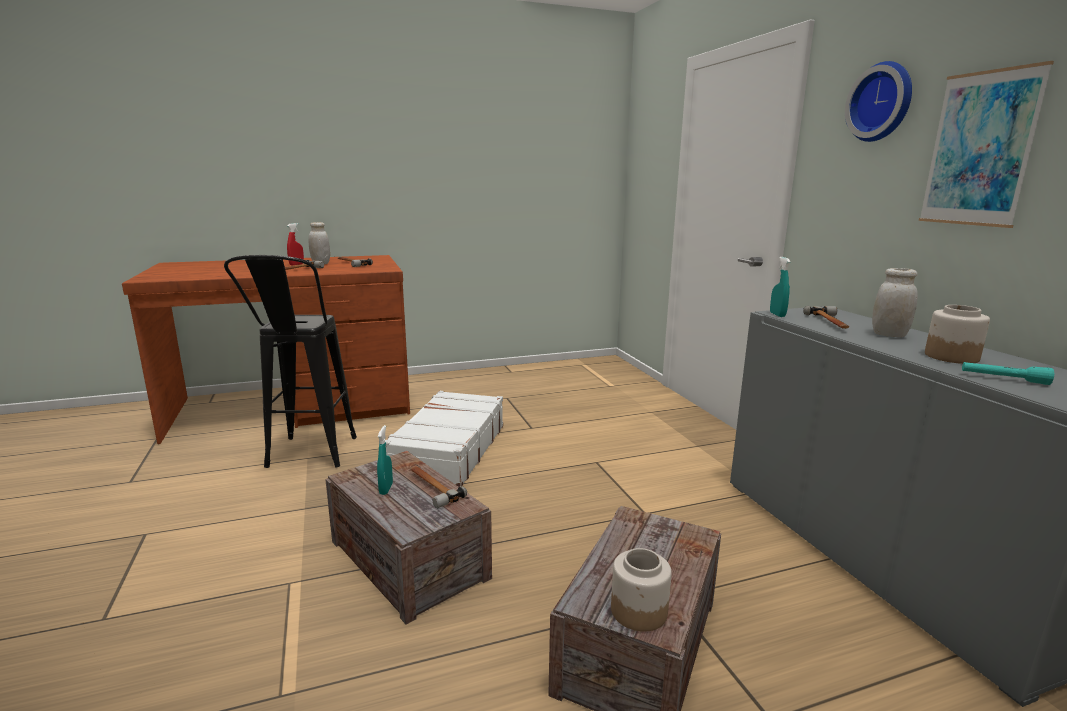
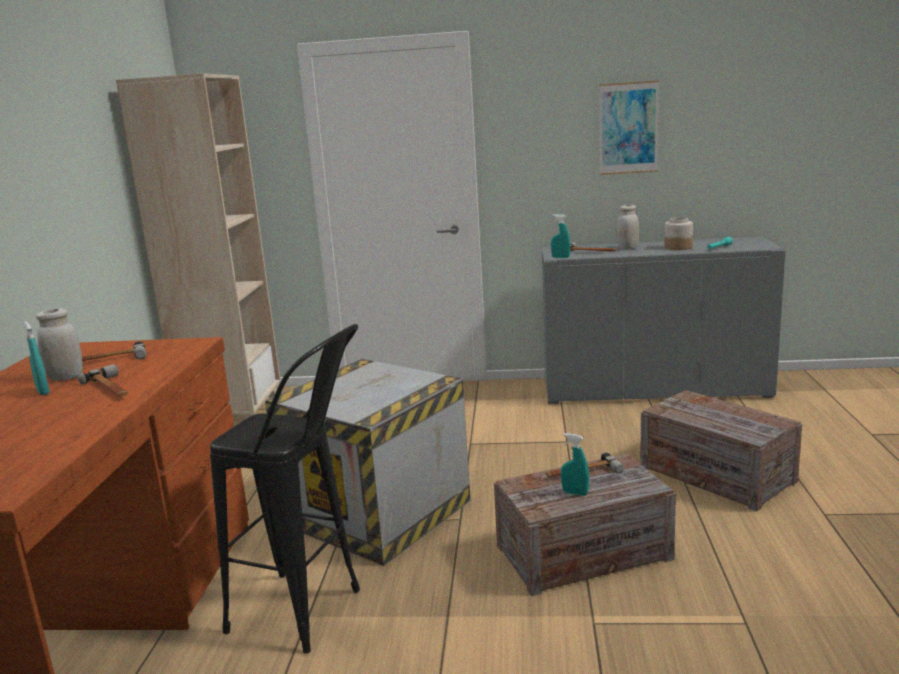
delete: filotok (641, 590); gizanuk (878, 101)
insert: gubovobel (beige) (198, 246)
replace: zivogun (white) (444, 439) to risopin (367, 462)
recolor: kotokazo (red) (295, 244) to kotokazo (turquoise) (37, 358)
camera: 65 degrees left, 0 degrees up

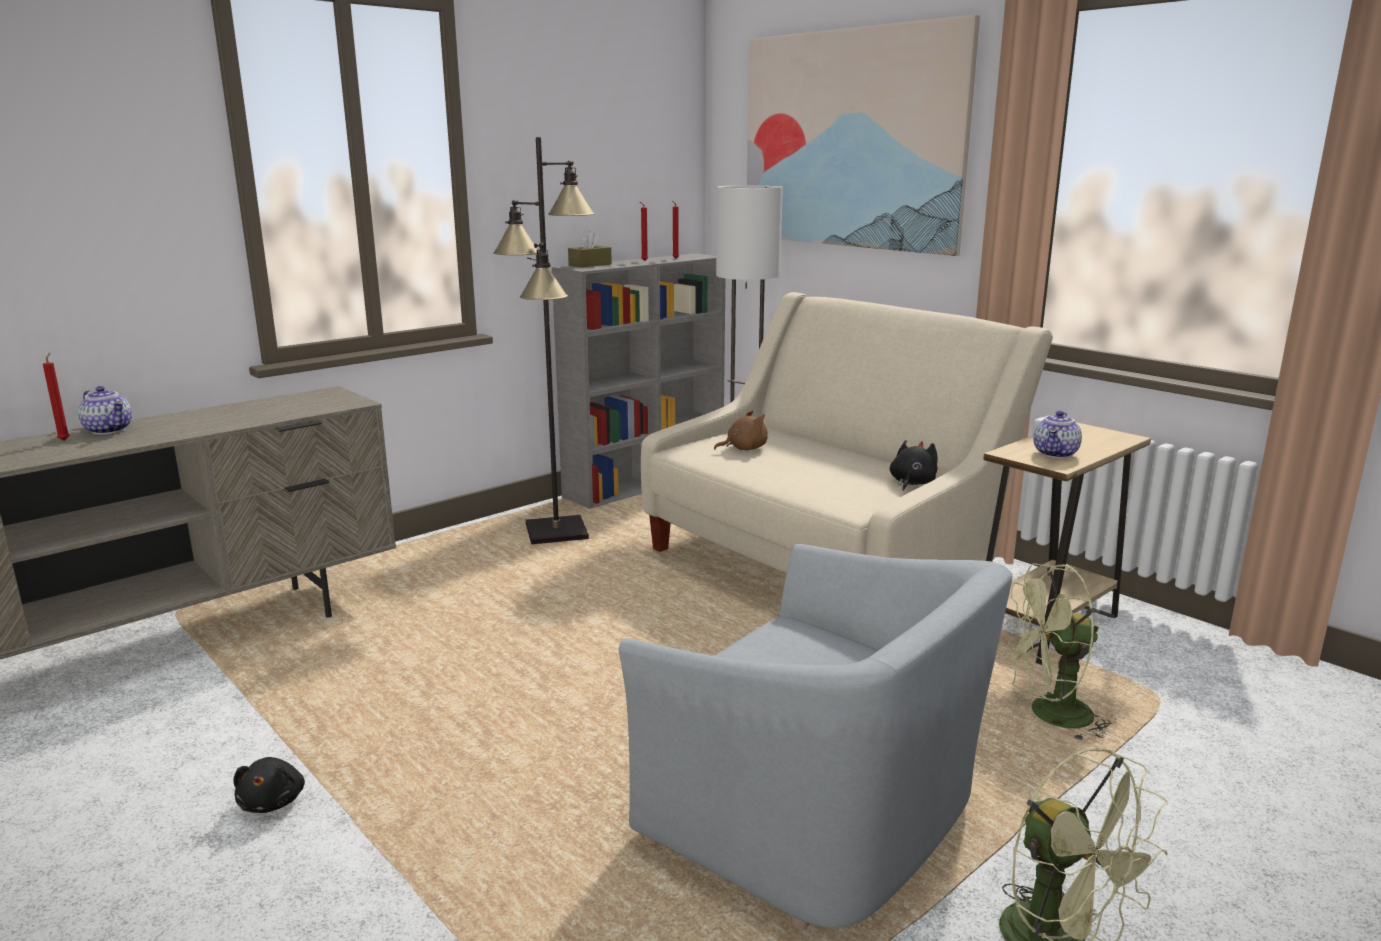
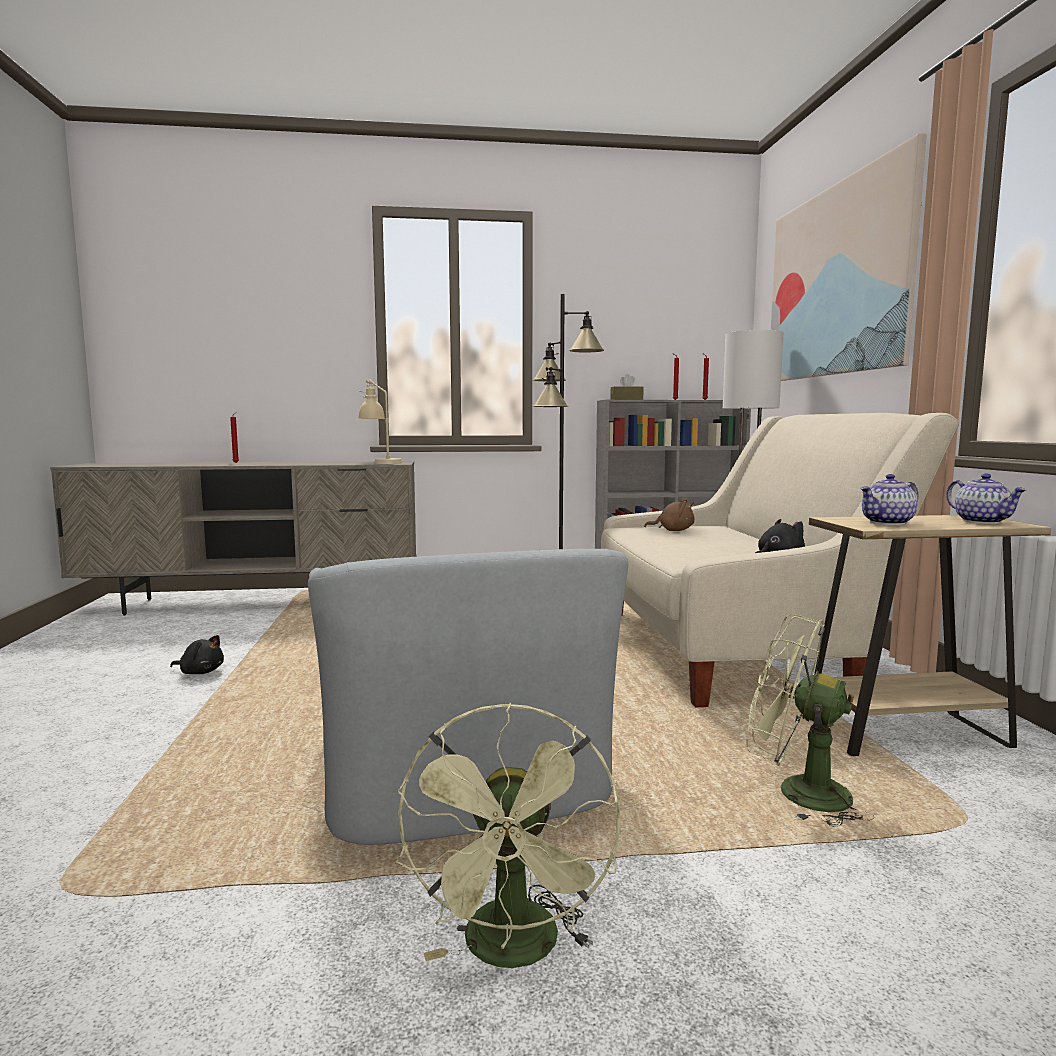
insert: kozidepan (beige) (380, 422)
move: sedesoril (105, 410) to (986, 499)
rotate: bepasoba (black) (269, 785) = (197, 654) 105 degrees counterclockwise
camera: 35 degrees right, 10 degrees down

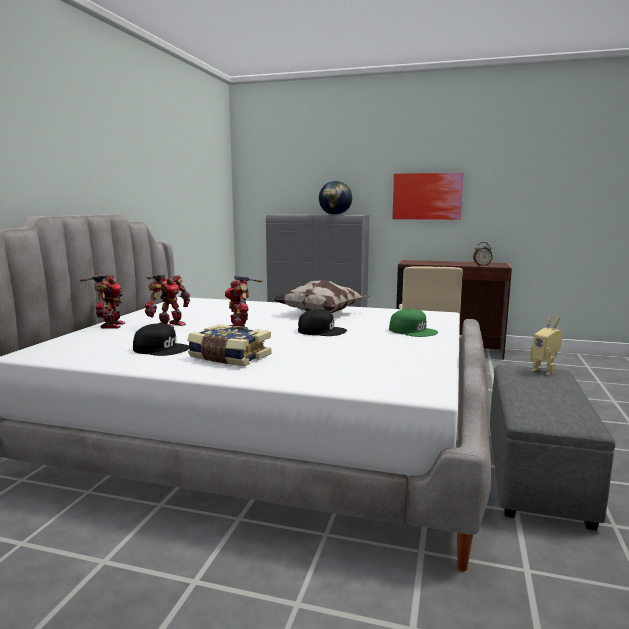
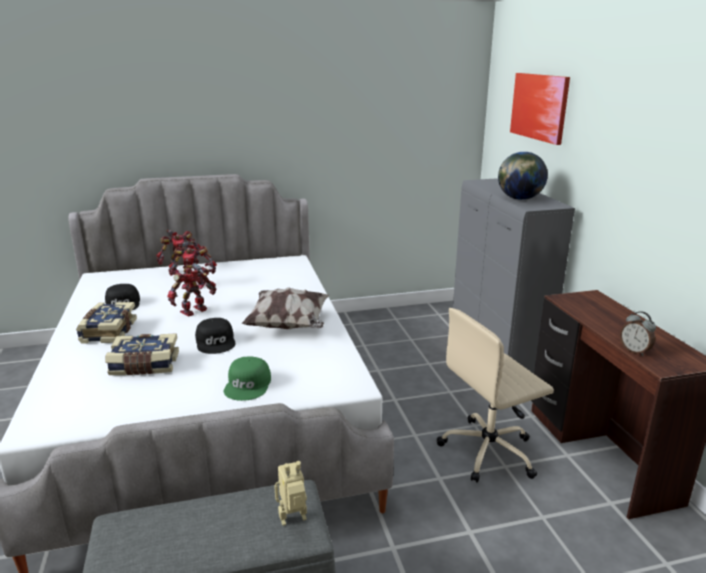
insert: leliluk (142, 354)
move: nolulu (427, 196) to (540, 109)
rotate: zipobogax (546, 345) = (290, 493) 45 degrees clockwise
camera: 60 degrees right, 10 degrees up

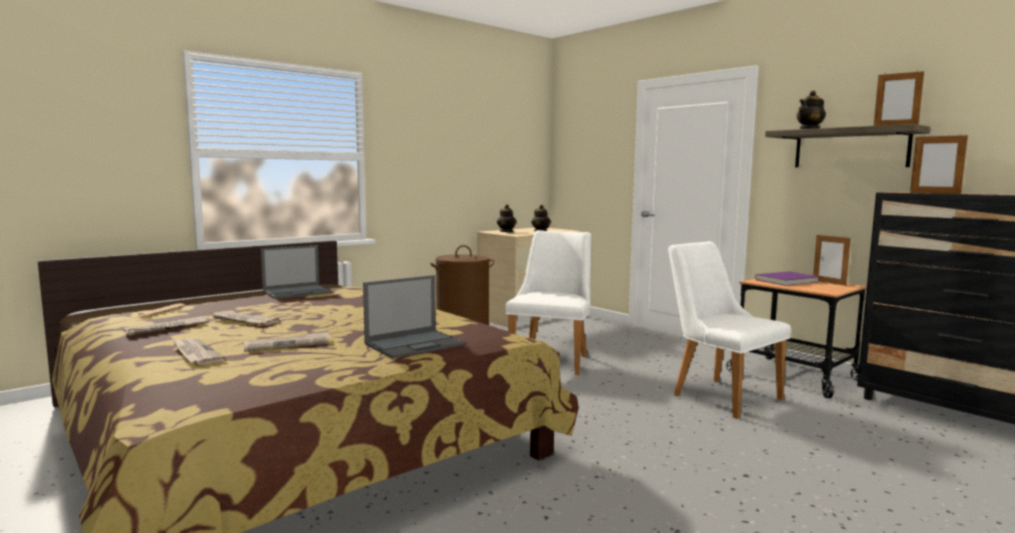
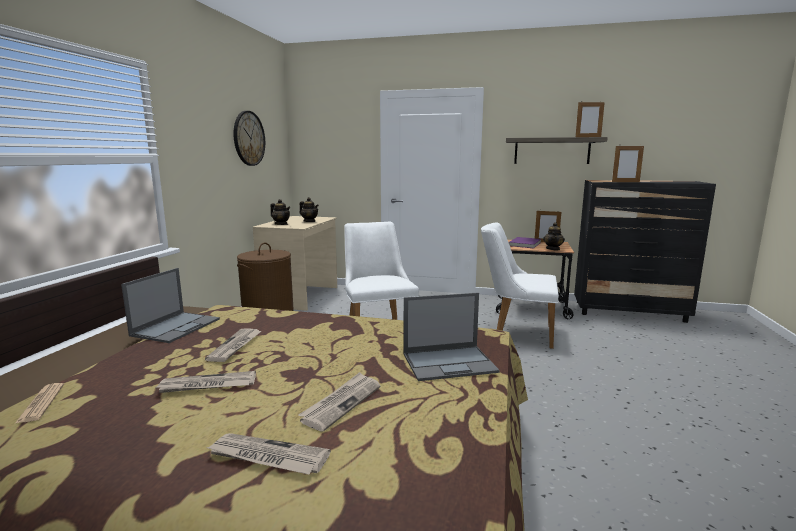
insert: gizanuk (249, 138)
move: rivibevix (166, 326) to (233, 345); sedesoril (811, 109) to (554, 236)
rotate: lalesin (414, 317) = (451, 336) 60 degrees clockwise
camera: 35 degrees left, 5 degrees up

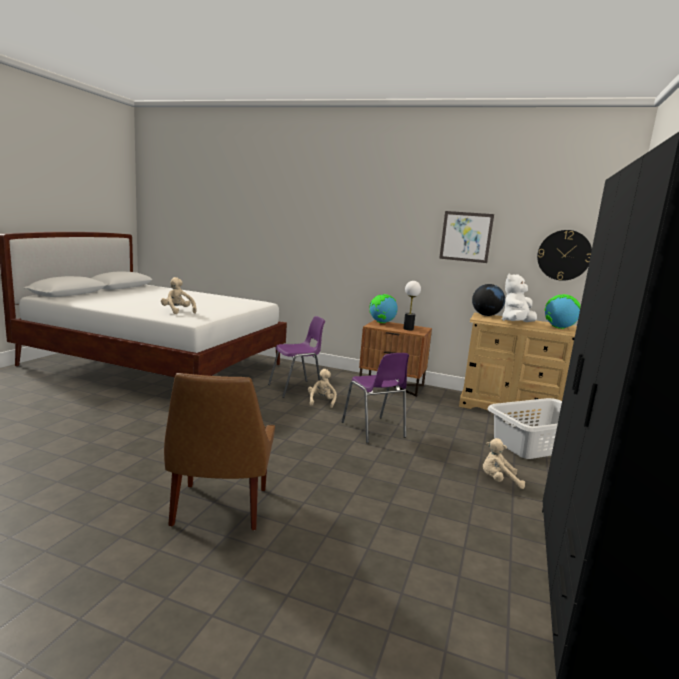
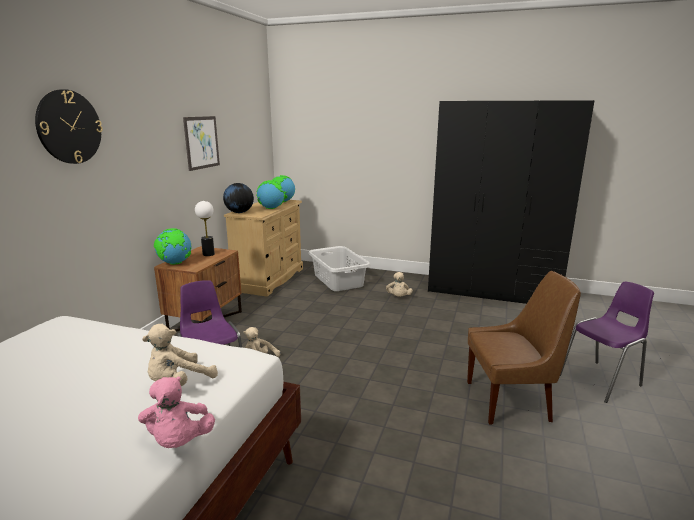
insert: bepasoba (pink) (176, 412)
move: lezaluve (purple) (375, 398) to (607, 342); gizanuk (564, 255) to (69, 126)
replace: bepasoba (white) (519, 297) to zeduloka (270, 194)
camera: 90 degrees left, 5 degrees up

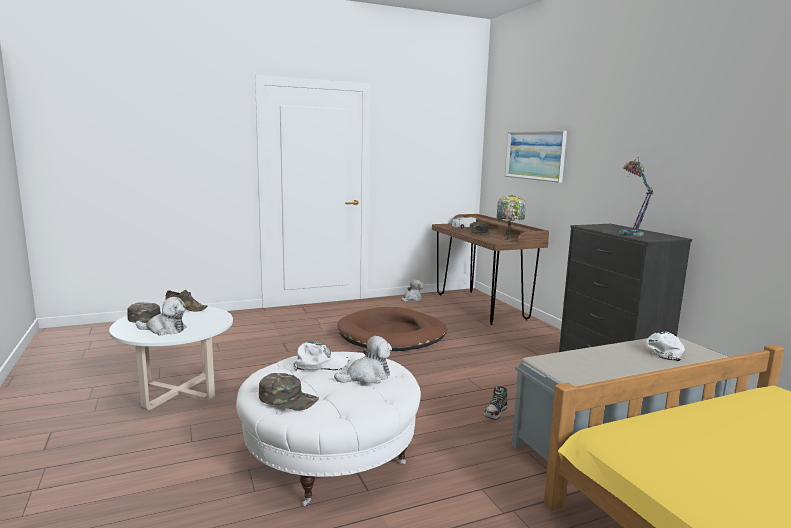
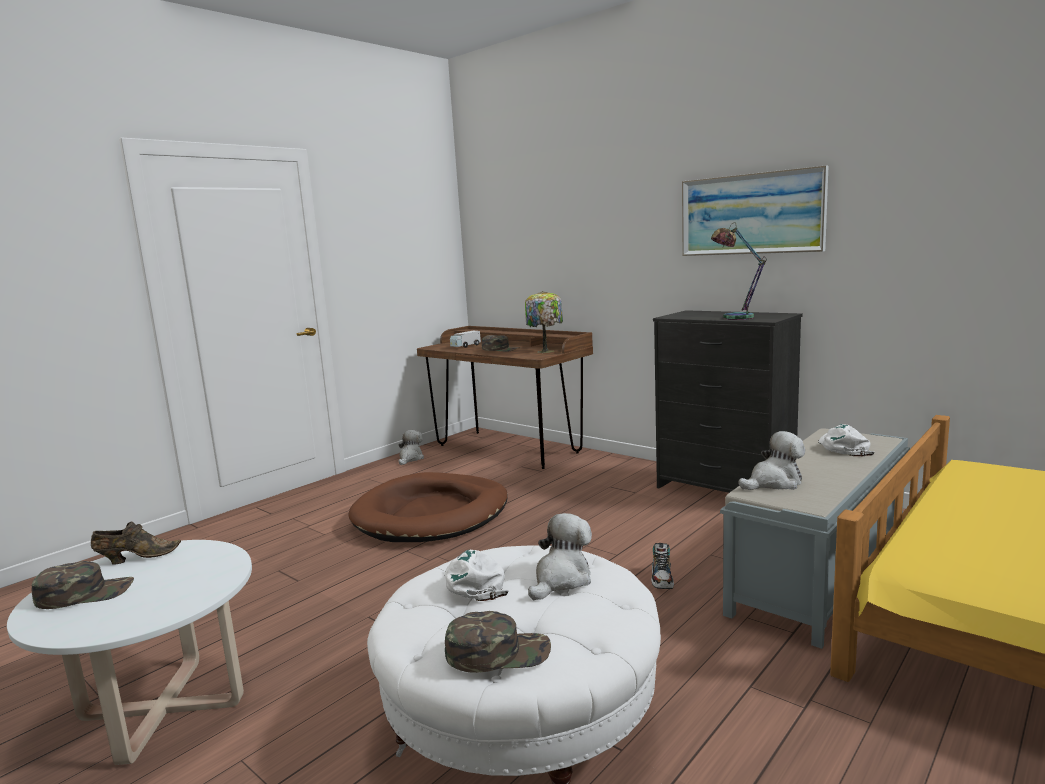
move: bepasoba (161, 316) to (772, 460); nolulu (536, 157) to (755, 210)
rotate: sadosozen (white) (321, 356) = (476, 575) 75 degrees counterclockwise
camera: 25 degrees left, 0 degrees up

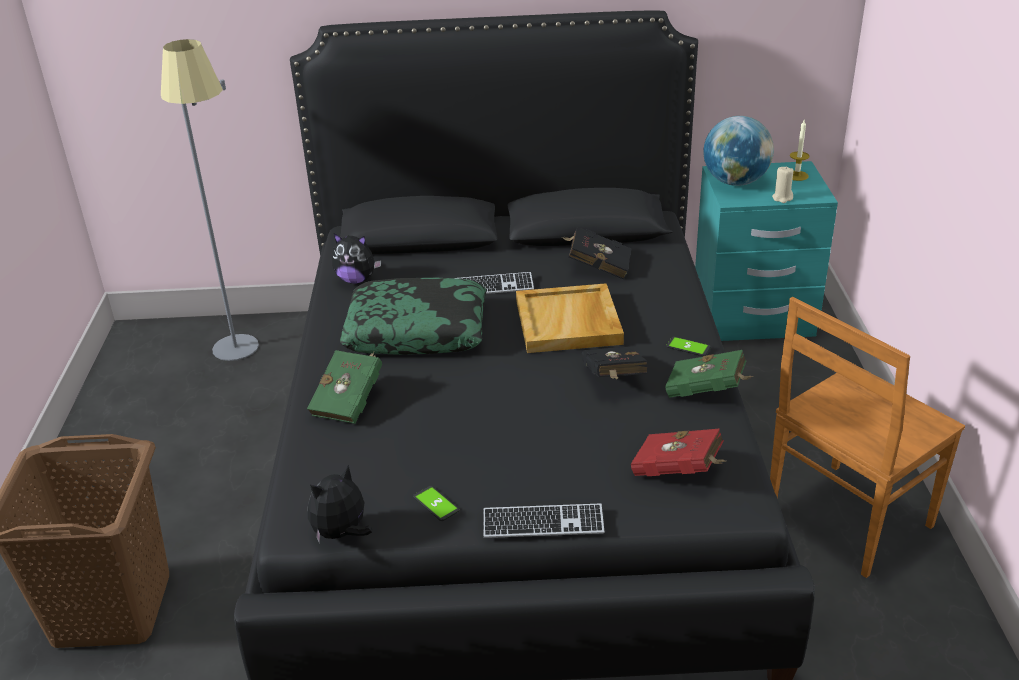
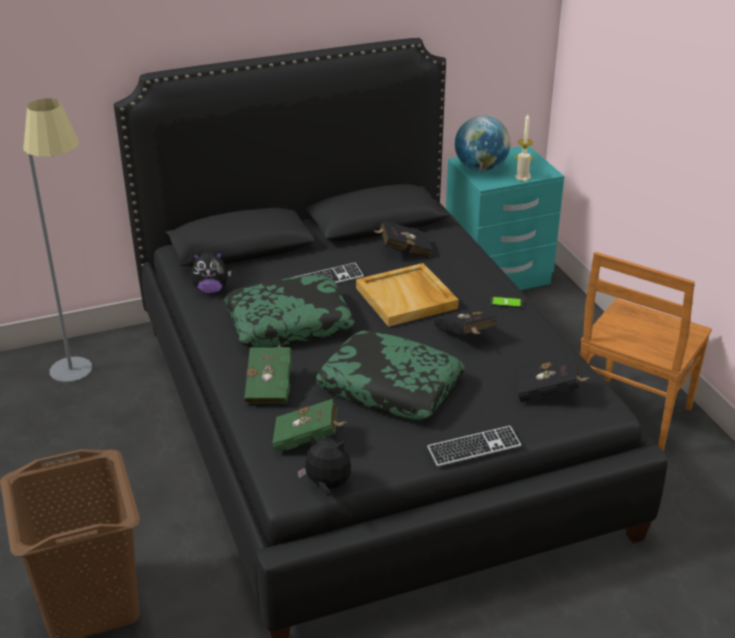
delete: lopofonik (436, 503)
insert: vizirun (390, 375)
move: leliluk (green) (709, 374) to (309, 425)
recolor: leliluk (red) (678, 452) to leliluk (black) (553, 379)
rotate: bepasoba (340, 503) = (324, 465) 75 degrees clockwise
camera: 20 degrees left, 0 degrees up

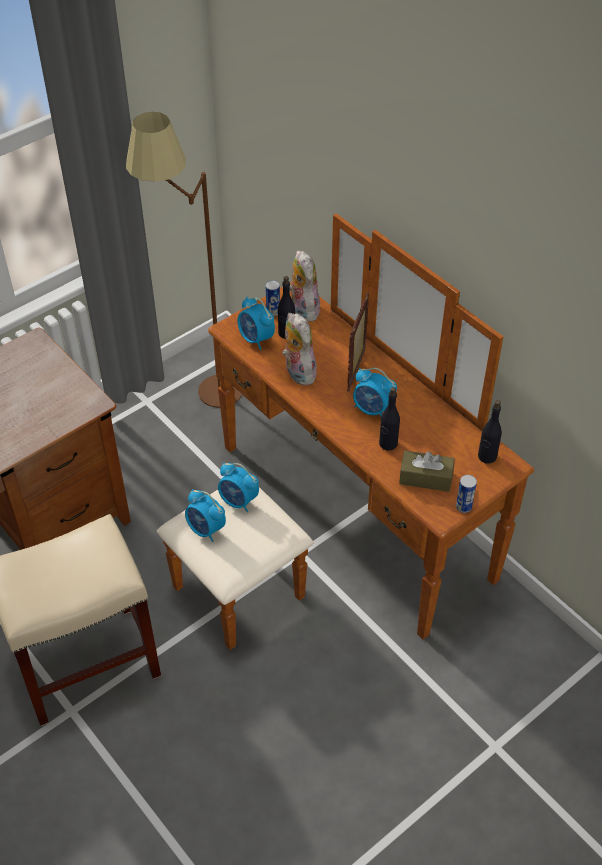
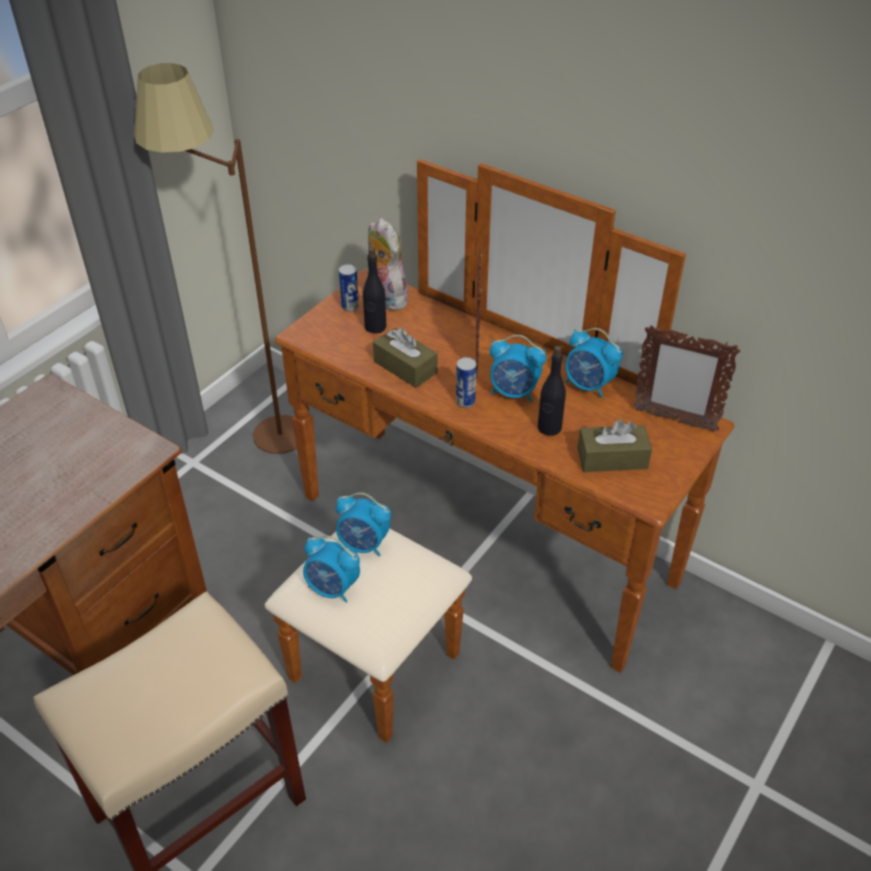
move: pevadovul (256, 323) to (594, 363); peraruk (466, 494) to (466, 382)
replace: bepasoba (299, 349) to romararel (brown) (405, 358); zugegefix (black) (490, 432) to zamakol (686, 378)
camera: 15 degrees left, 5 degrees down

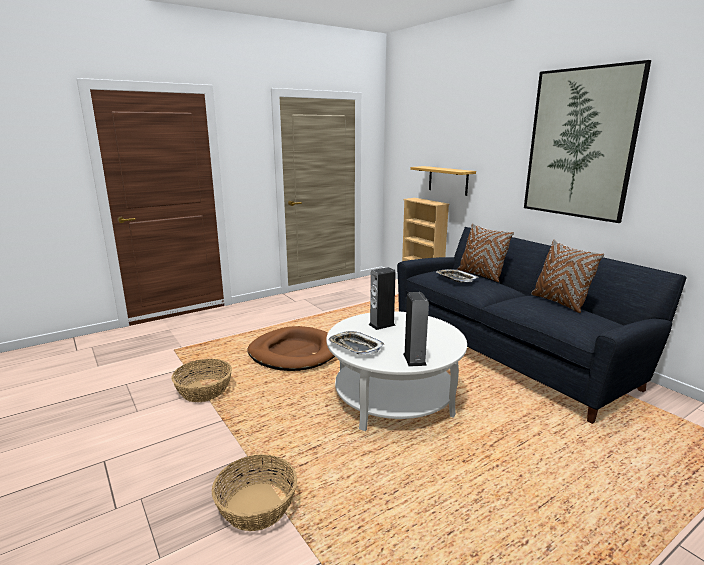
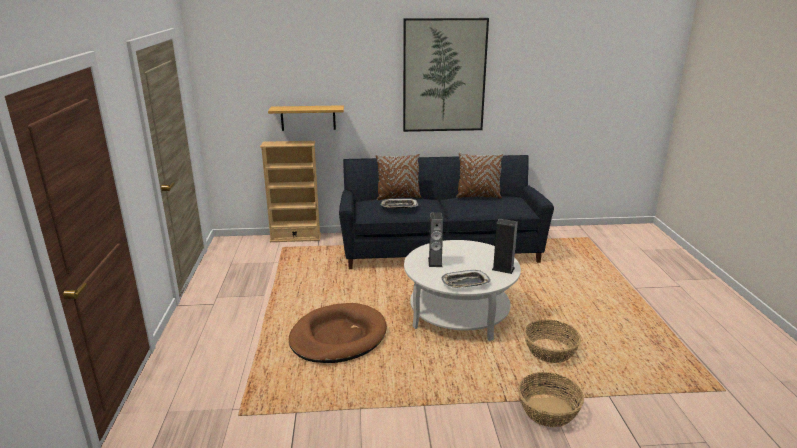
move: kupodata (201, 380) to (552, 341)
camera: 60 degrees left, 5 degrees up

